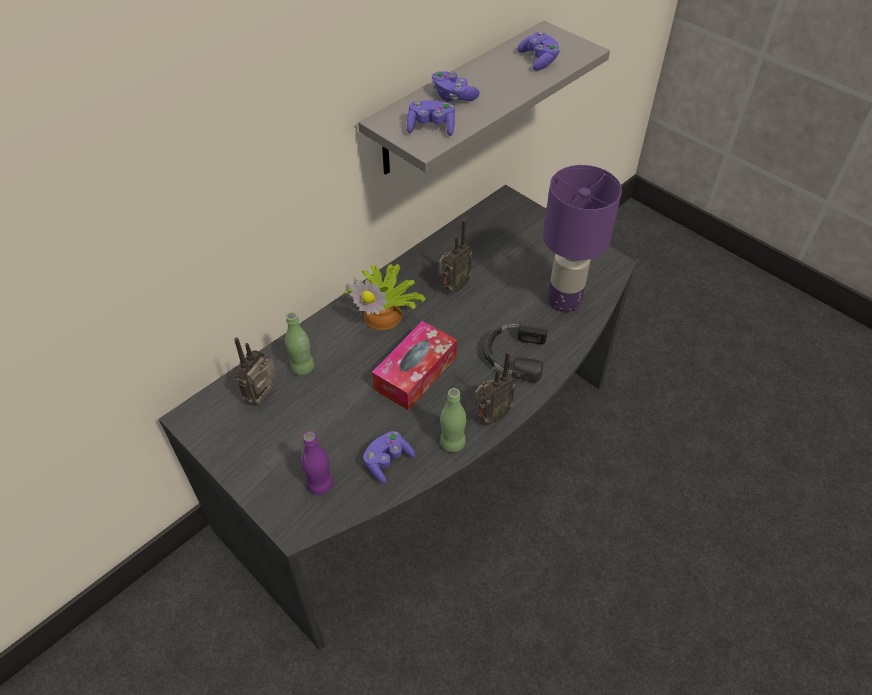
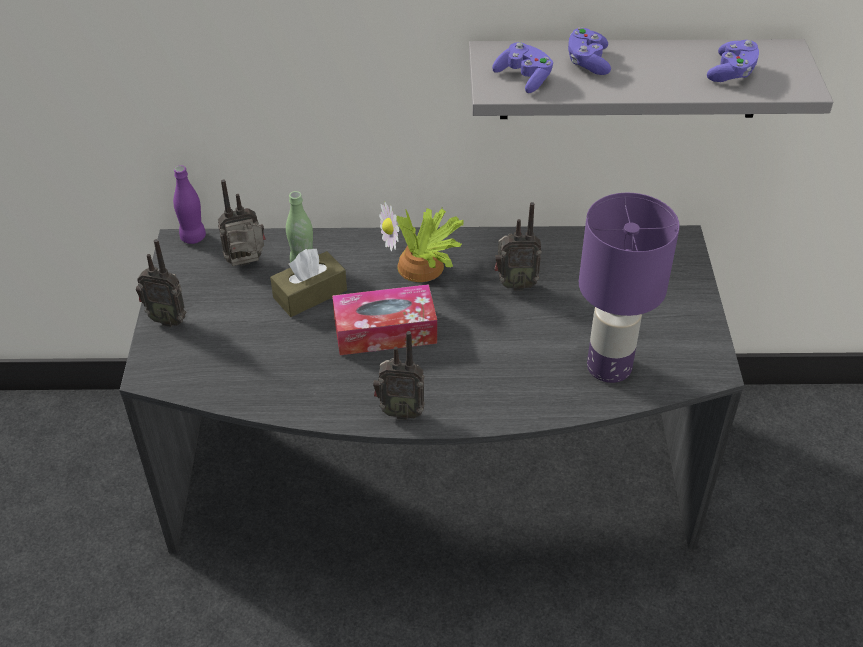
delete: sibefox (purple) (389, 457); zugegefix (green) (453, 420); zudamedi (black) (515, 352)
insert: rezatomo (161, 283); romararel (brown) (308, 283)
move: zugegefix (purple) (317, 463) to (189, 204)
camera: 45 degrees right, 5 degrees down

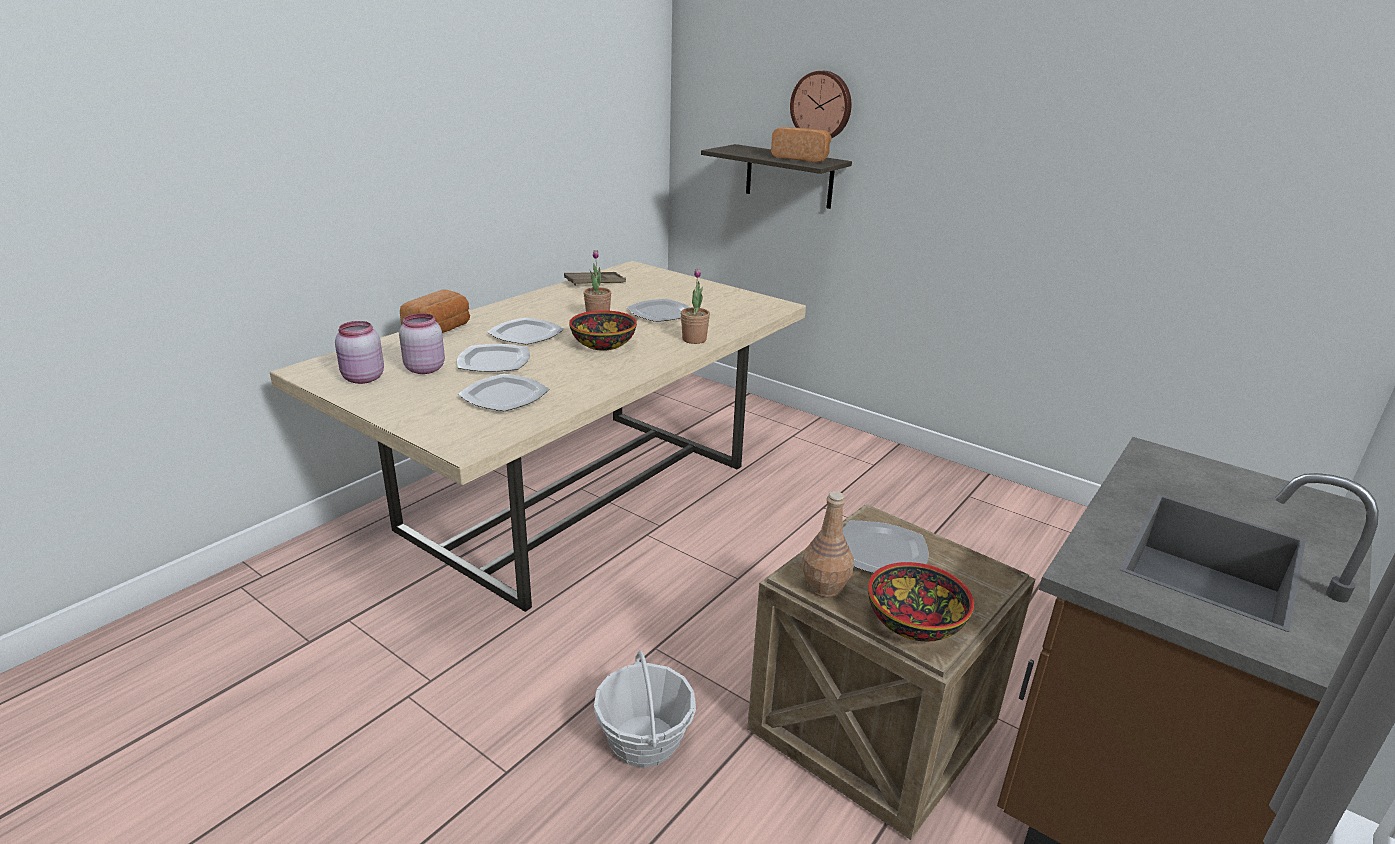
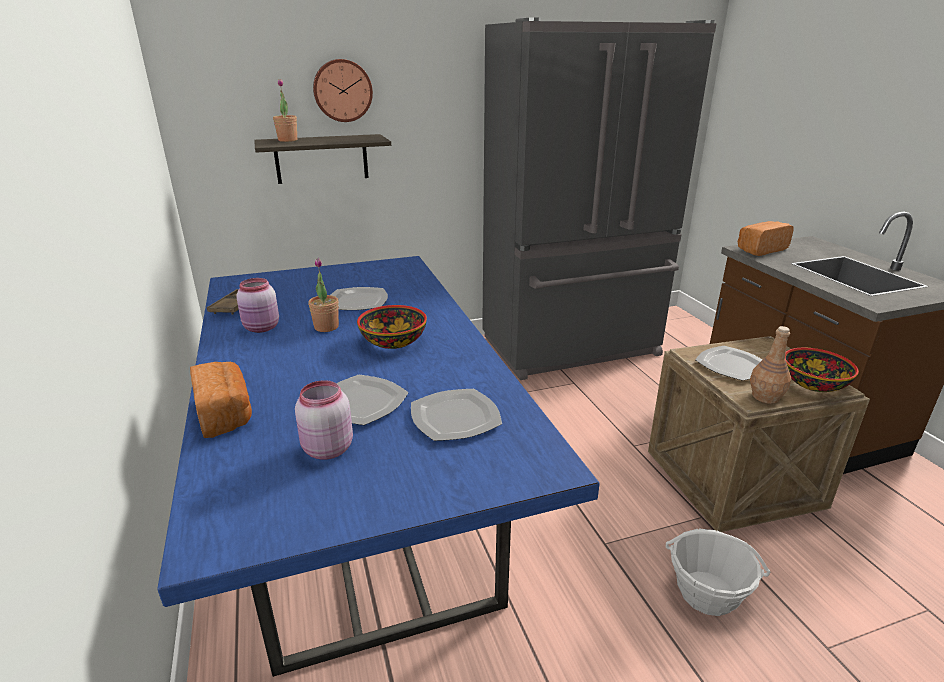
delete: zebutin (525, 331)
insert: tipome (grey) (599, 198)
move: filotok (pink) (359, 352) to (257, 305); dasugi (695, 306) to (285, 110); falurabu (801, 144) to (765, 238)
recolor: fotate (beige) (538, 436) to fotate (blue) (378, 466)
camera: 55 degrees left, 0 degrees up

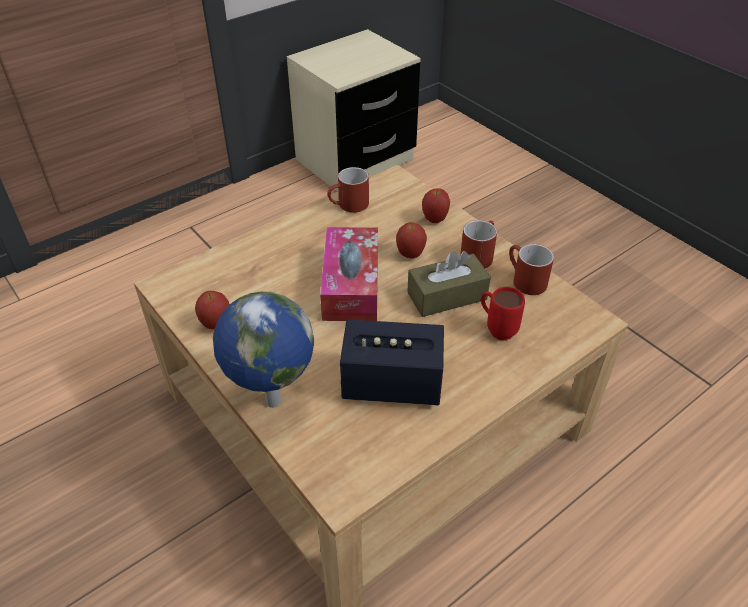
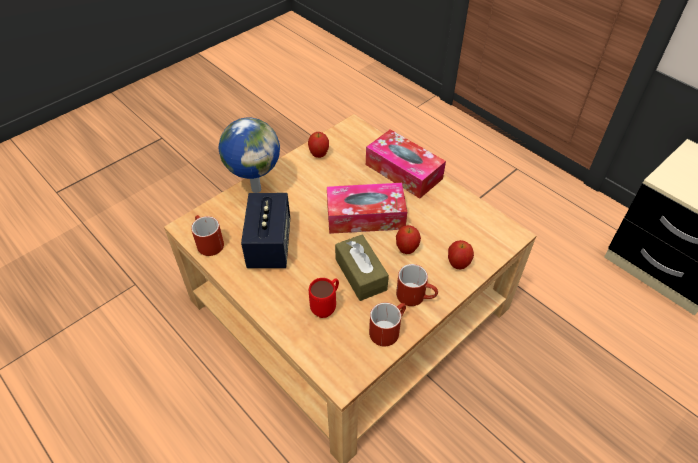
insert: romararel (406, 163)
move: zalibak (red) (348, 190) to (207, 235)
camera: 85 degrees right, 5 degrees up

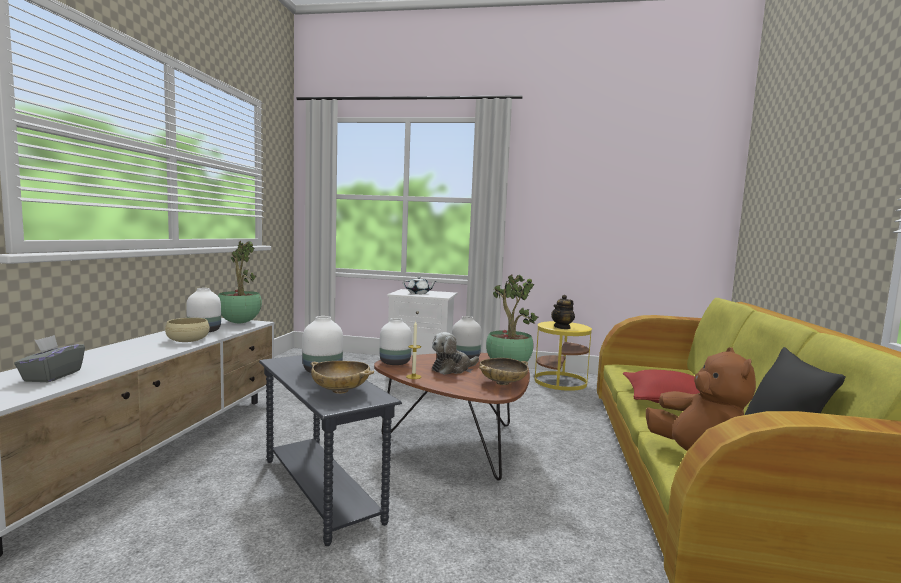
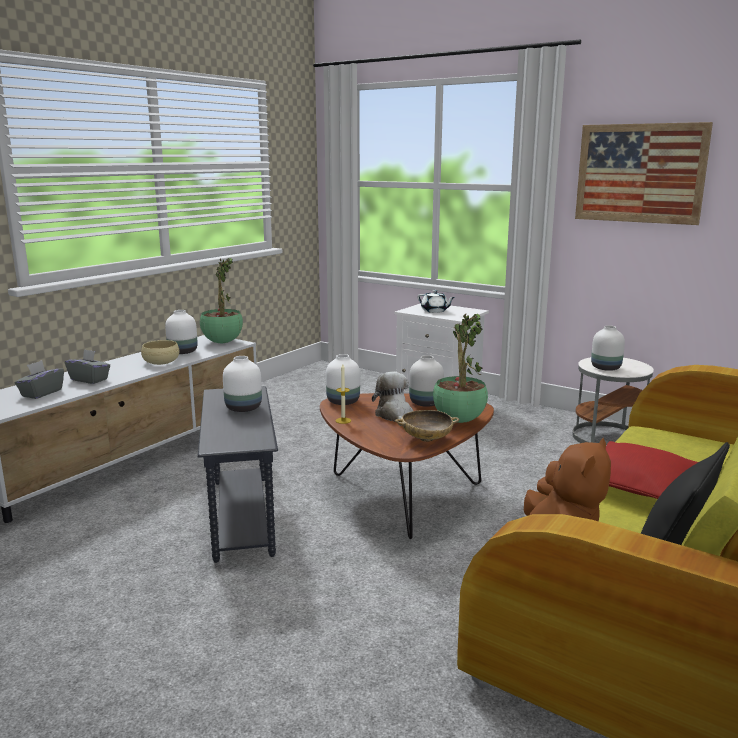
delete: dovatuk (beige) (342, 377)
insert: romararel (grey) (88, 366); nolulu (644, 173)
replace: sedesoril (563, 312) to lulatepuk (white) (608, 348)
recolor: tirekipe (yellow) (563, 356) to tirekipe (white) (613, 400)
rotate: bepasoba (455, 353) = (392, 399) 90 degrees clockwise
camera: 25 degrees right, 10 degrees up

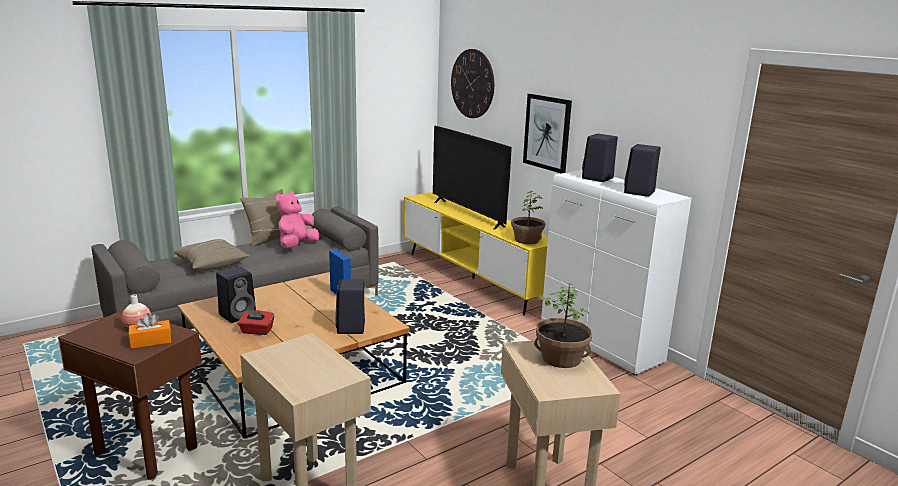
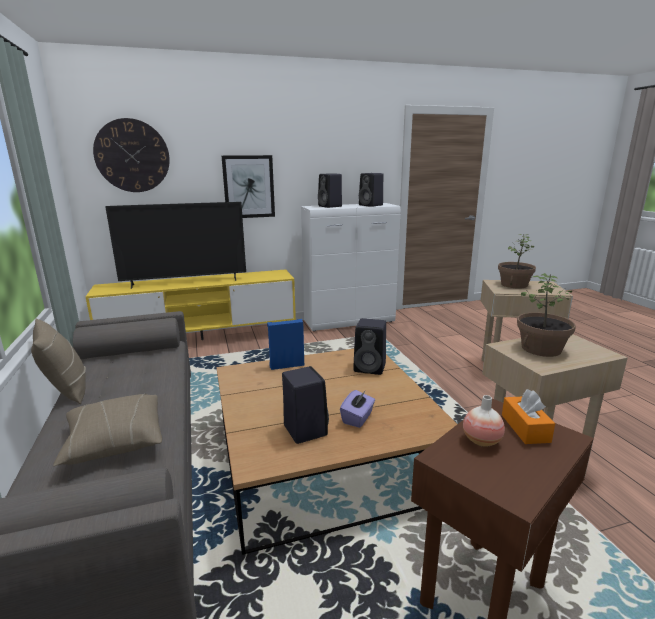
delete: bepasoba (pink) (297, 219)
move: dasugi (528, 217) to (546, 315)
recolor: romararel (red) (256, 322) to romararel (purple) (357, 409)
camera: 70 degrees left, 0 degrees up

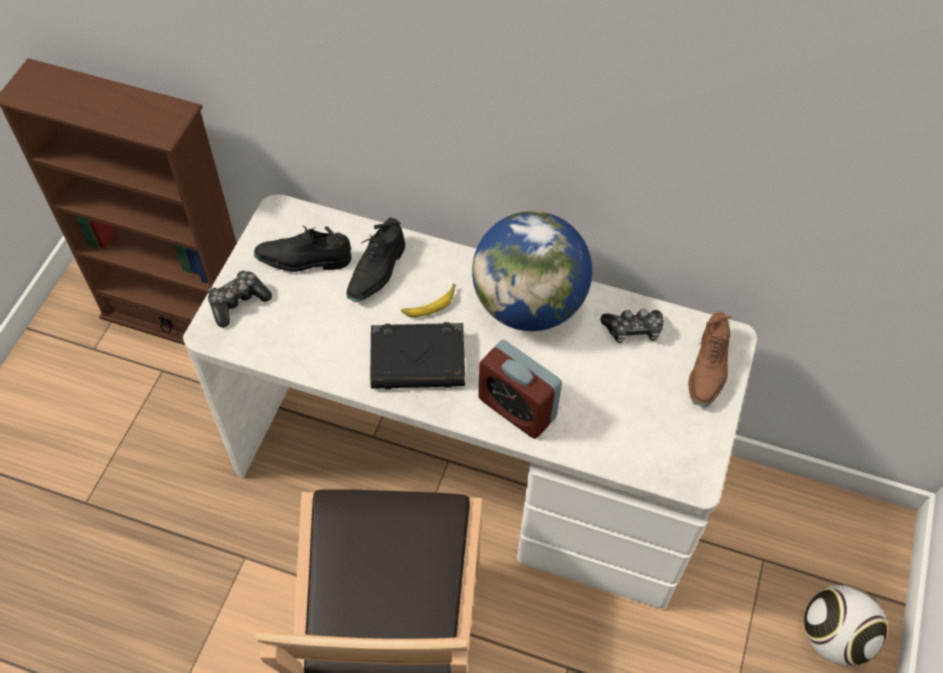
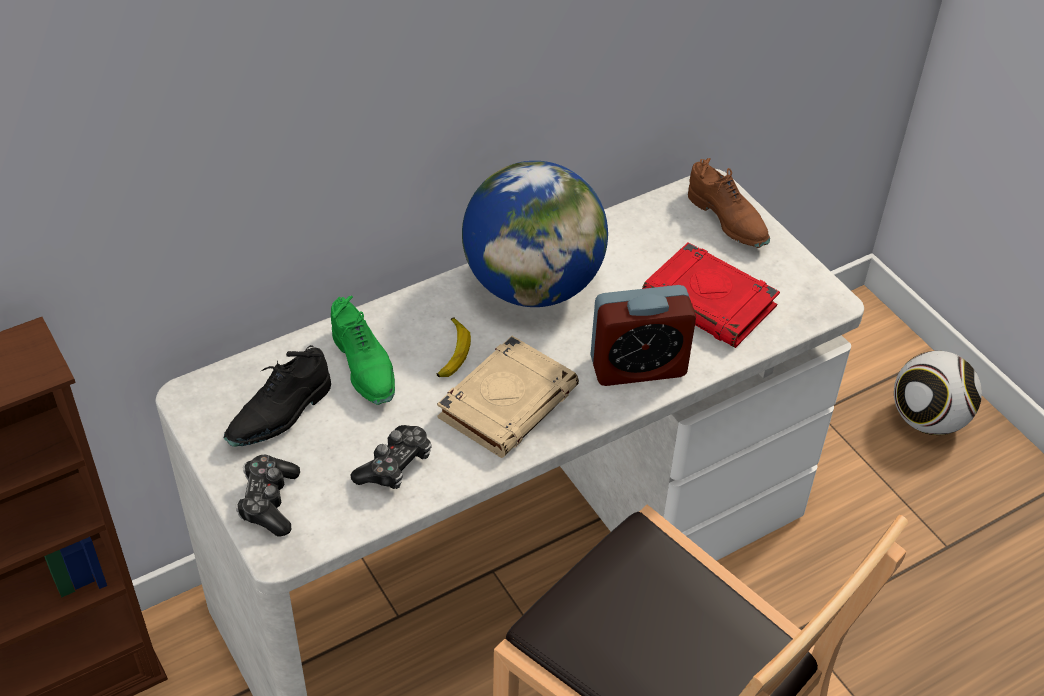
insert: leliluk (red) (711, 295)
move: sibefox (632, 326) to (391, 457)
recolor: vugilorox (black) (375, 259) to vugilorox (green) (363, 350); leliluk (black) (417, 355) to leliluk (beige) (508, 397)
camera: 50 degrees left, 10 degrees down

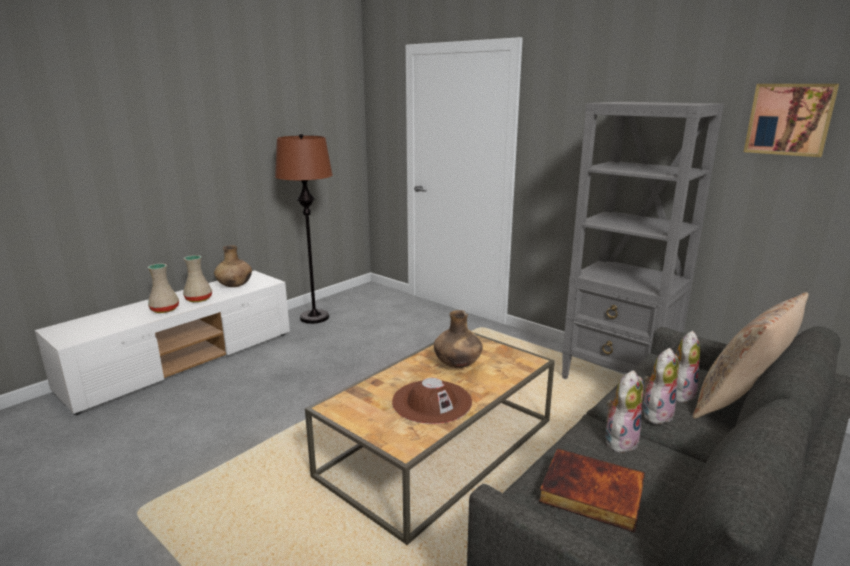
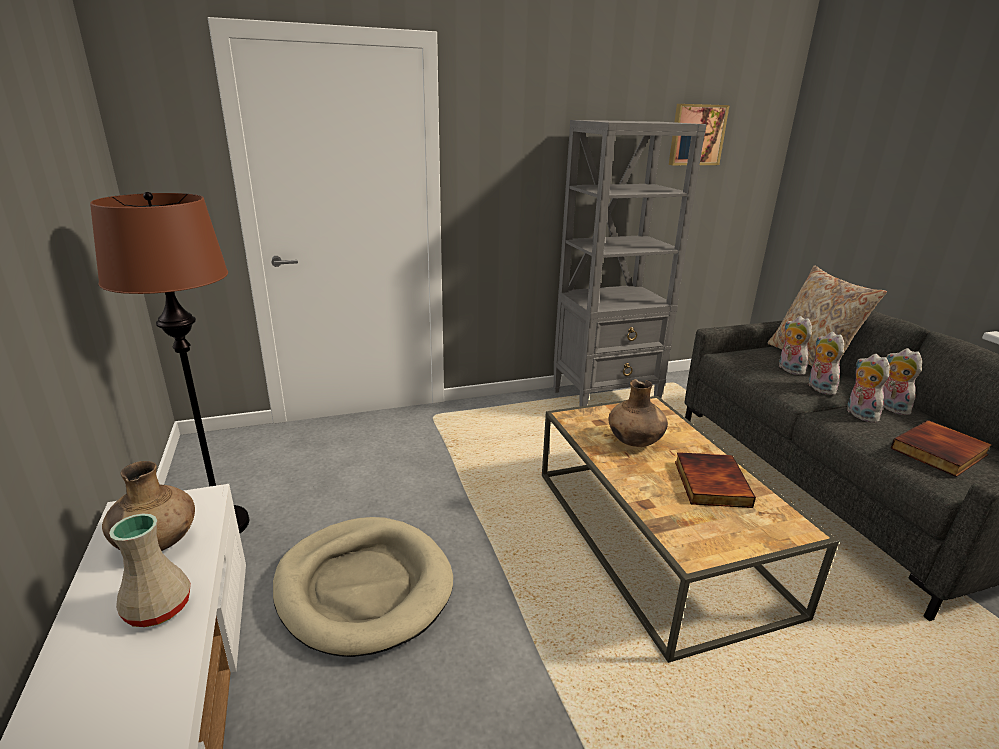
delete: lulatepuk (beige) (163, 288)
insert: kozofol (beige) (363, 587); bepasoba (902, 381)
replace: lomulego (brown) (432, 401) to leliluk (715, 480)
camera: 60 degrees left, 5 degrees up

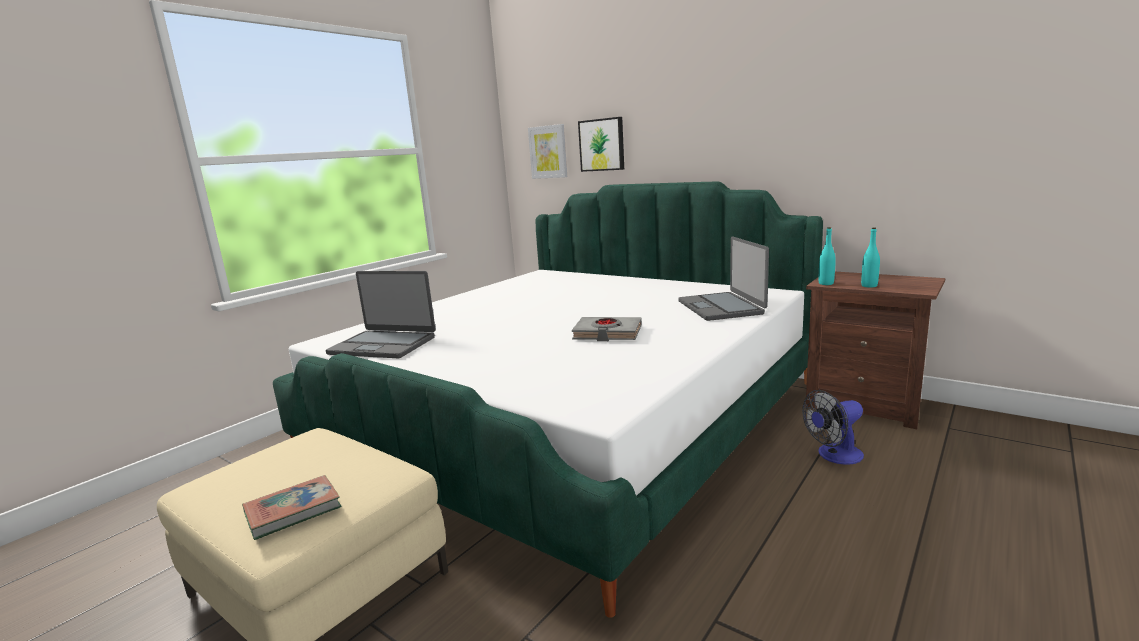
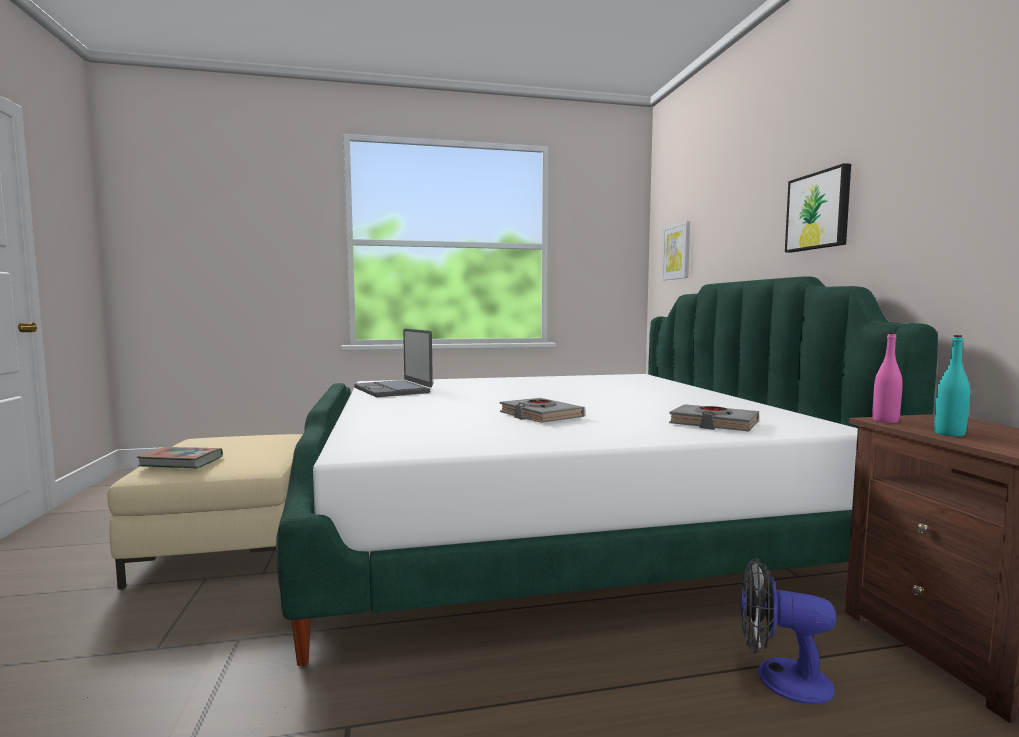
move: nolulu (601, 144) to (818, 207)
replace: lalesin (723, 278) to leliluk (grey) (714, 417)
recolor: zugegefix (turquoise) (827, 256) to zugegefix (pink) (888, 377)
camera: 40 degrees right, 10 degrees down

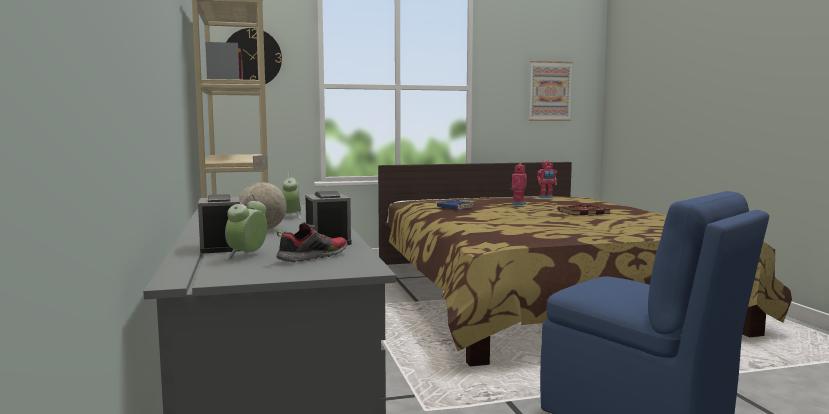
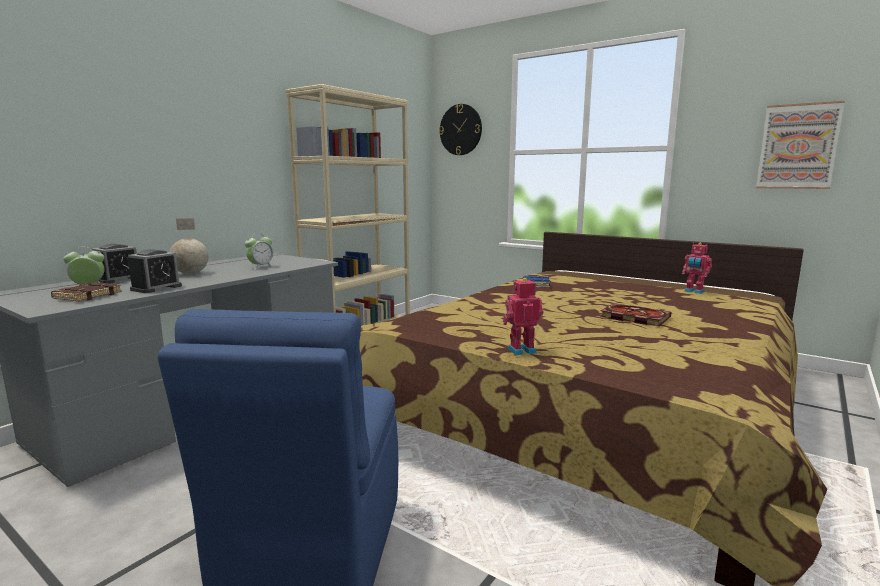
move: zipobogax (518, 184) to (523, 316)
replace: vugilorox (311, 242) to leliluk (brown) (86, 292)
camera: 50 degrees right, 5 degrees up

